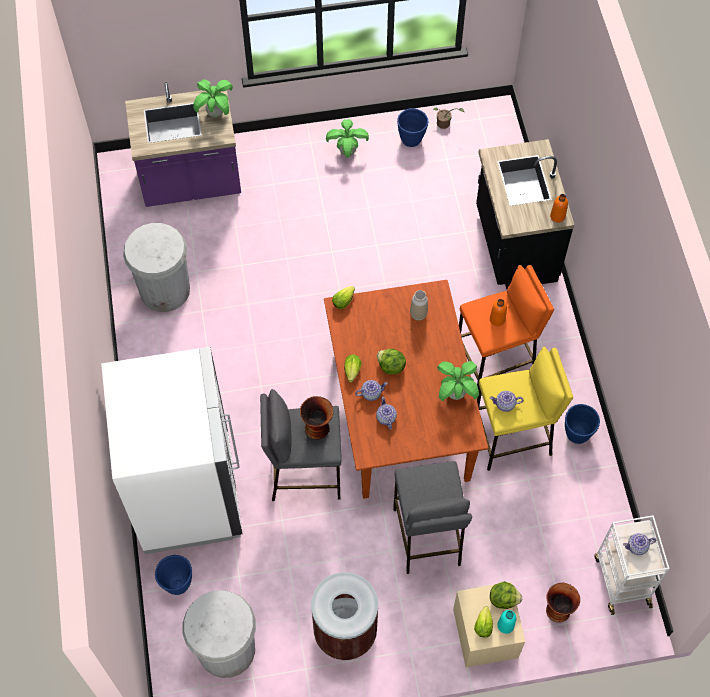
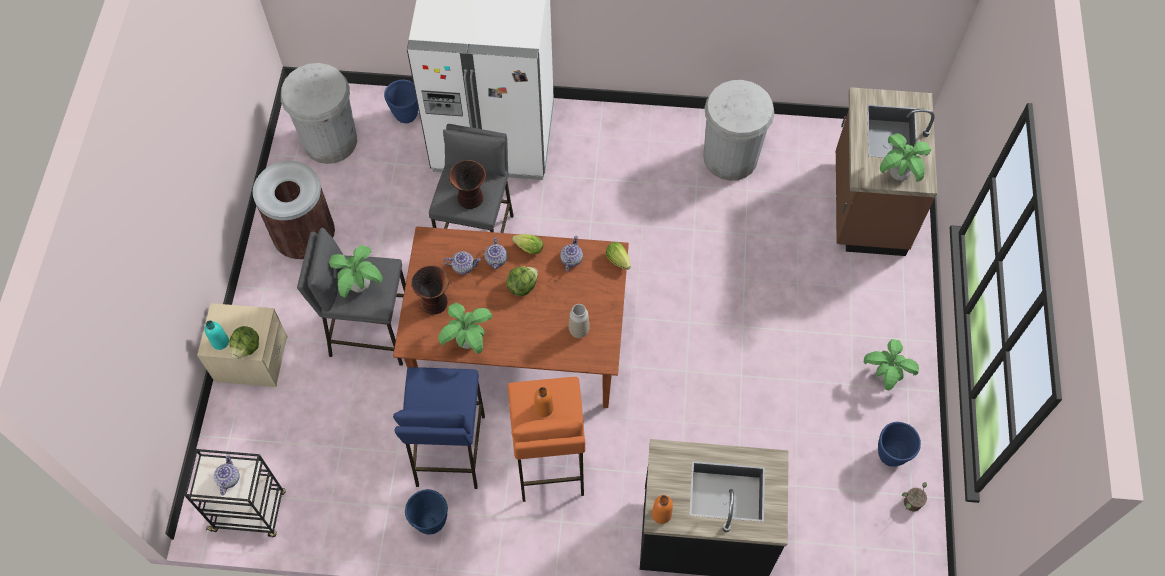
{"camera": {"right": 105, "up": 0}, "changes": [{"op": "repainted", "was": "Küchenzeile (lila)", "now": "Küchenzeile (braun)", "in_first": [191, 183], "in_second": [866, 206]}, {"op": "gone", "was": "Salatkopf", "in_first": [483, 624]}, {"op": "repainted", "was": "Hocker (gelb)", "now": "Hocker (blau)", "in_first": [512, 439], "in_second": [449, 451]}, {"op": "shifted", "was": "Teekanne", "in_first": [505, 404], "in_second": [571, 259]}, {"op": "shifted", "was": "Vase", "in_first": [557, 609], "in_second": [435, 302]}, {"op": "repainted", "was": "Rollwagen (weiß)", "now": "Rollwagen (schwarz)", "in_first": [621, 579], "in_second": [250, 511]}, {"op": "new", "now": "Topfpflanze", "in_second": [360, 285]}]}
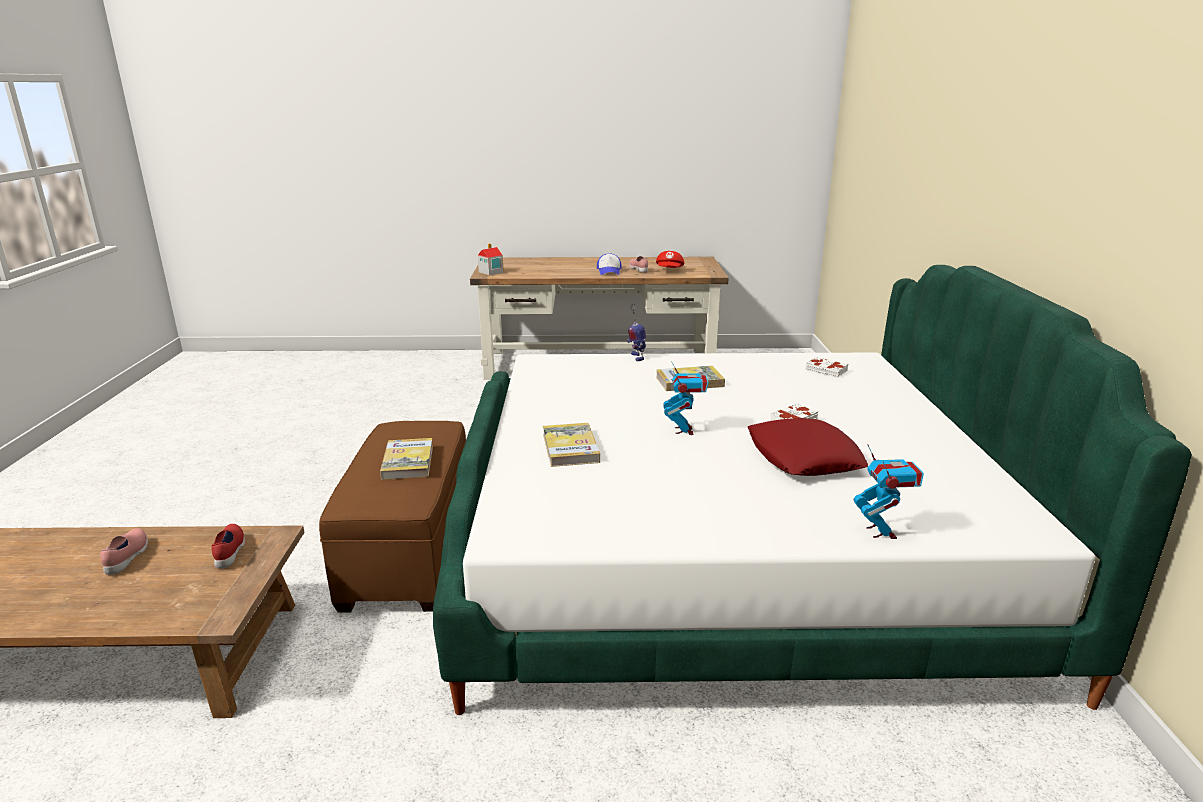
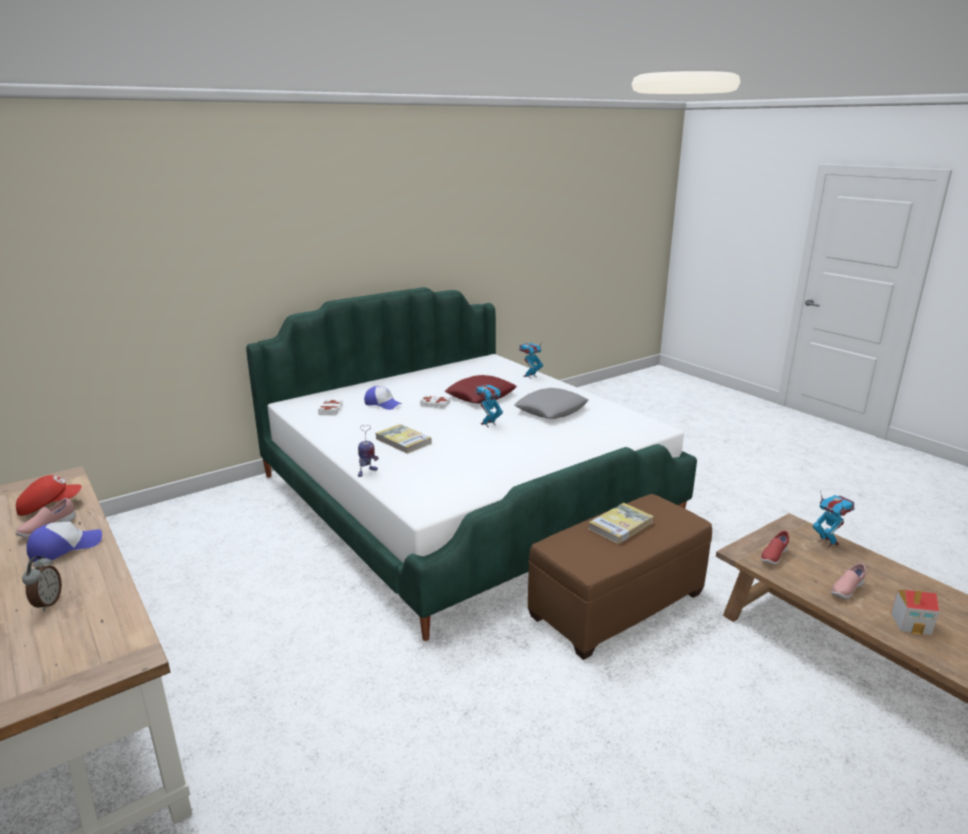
{"camera": {"right": -125, "up": 0}, "changes": [{"op": "shifted", "was": "Spielzeughaus", "in_first": [490, 272], "in_second": [911, 624]}, {"op": "gone", "was": "Buch", "in_first": [570, 448]}, {"op": "new", "now": "Wecker", "in_second": [47, 603]}, {"op": "new", "now": "Kappe", "in_second": [383, 404]}, {"op": "new", "now": "Kissen (grau)", "in_second": [551, 409]}, {"op": "new", "now": "Spielzeugroboter", "in_second": [827, 542]}]}
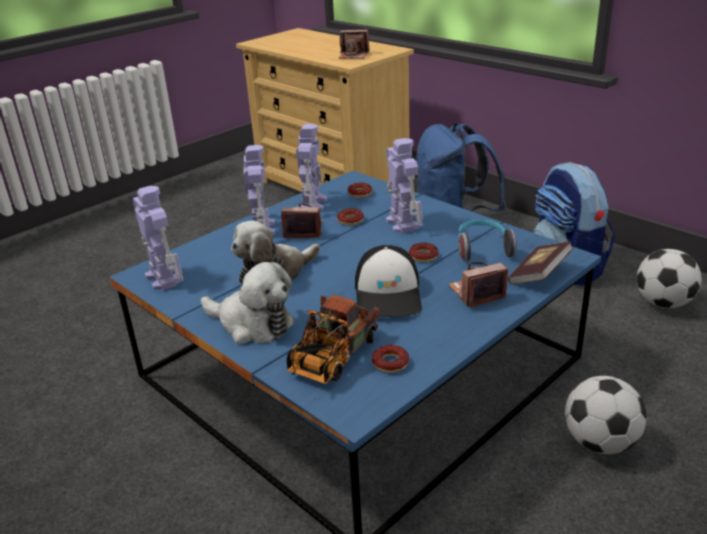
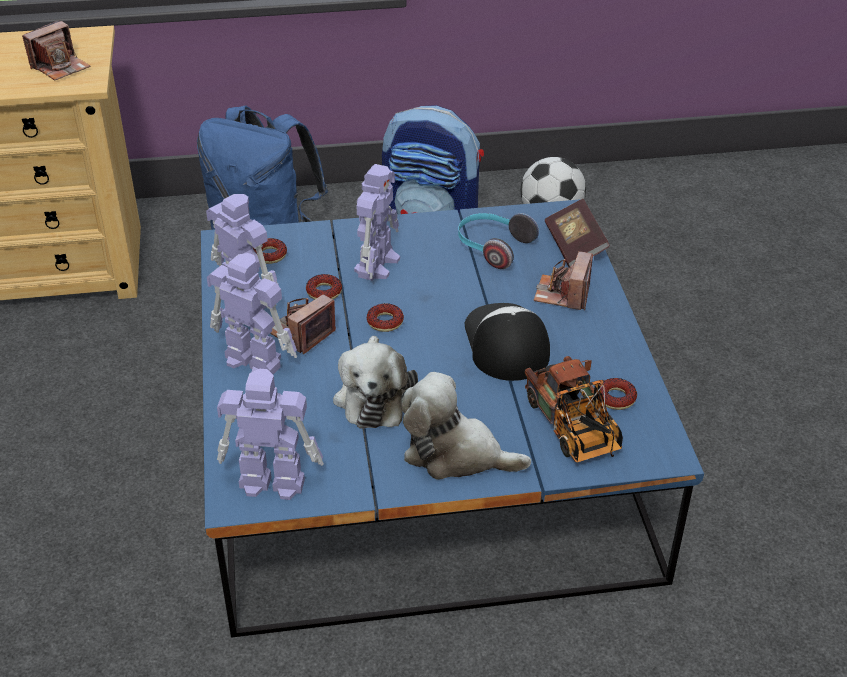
{"camera": {"right": -55, "up": 10}, "changes": [{"op": "rotated", "was": "Plüschtier", "in_first": [252, 324], "in_second": [455, 454], "clockwise": -135}, {"op": "rotated", "was": "Kappe", "in_first": [388, 295], "in_second": [505, 343], "clockwise": -135}, {"op": "rotated", "was": "Spielzeugroboter", "in_first": [402, 223], "in_second": [378, 264], "clockwise": 90}, {"op": "shifted", "was": "Donut", "in_first": [423, 256], "in_second": [385, 322]}, {"op": "gone", "was": "Fußball", "in_first": [600, 442]}]}
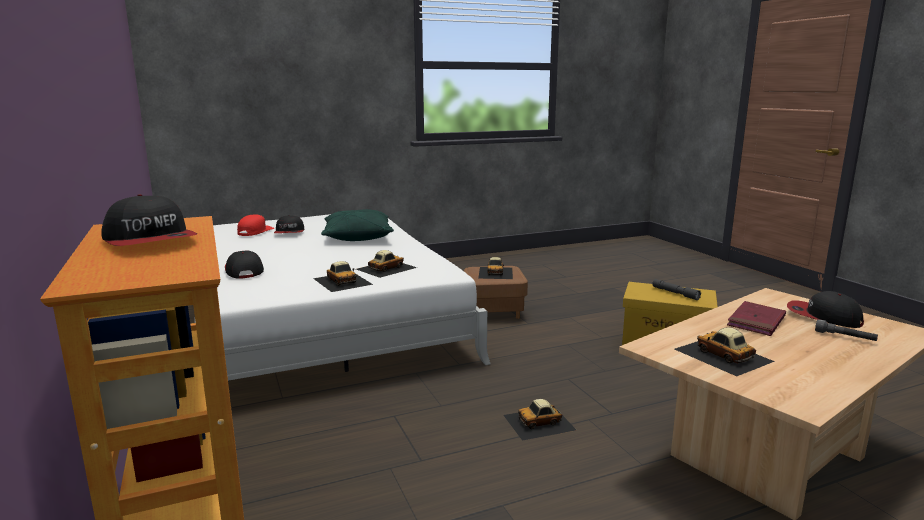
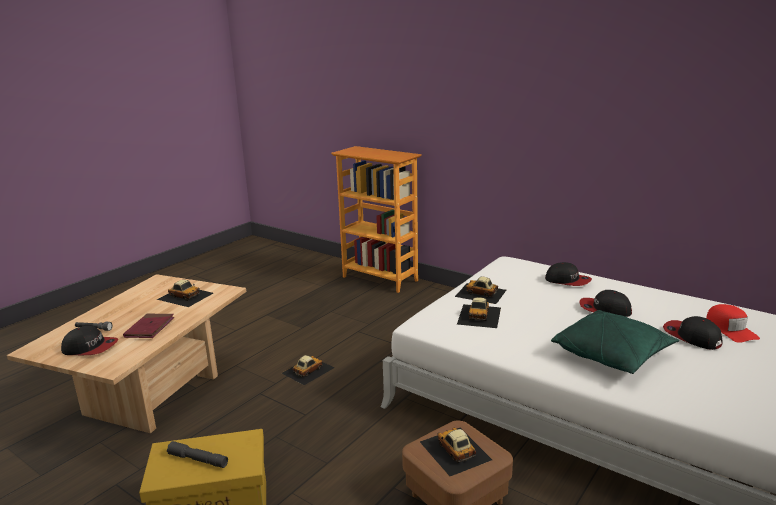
{"camera": {"right": 150, "up": 5}, "changes": [{"op": "shifted", "was": "Kappe", "in_first": [151, 241], "in_second": [604, 309]}]}
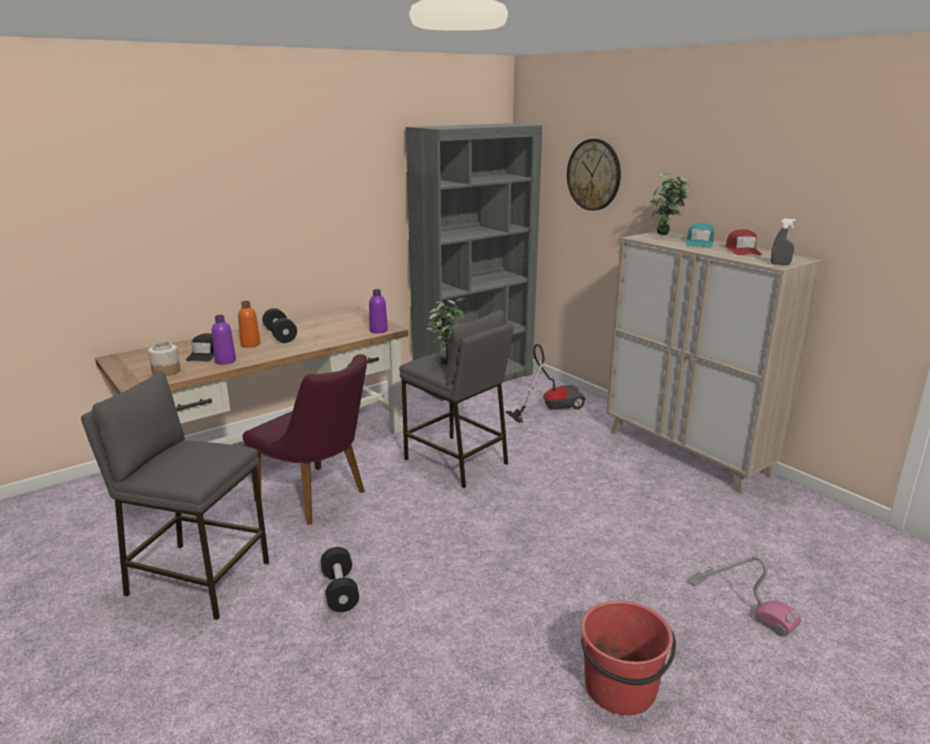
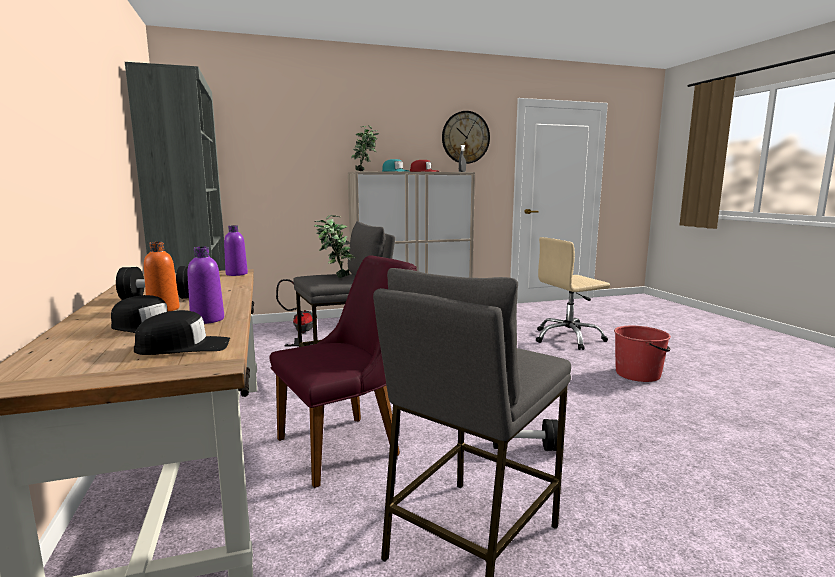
{"camera": {"right": -70, "up": -10}, "changes": [{"op": "swapped", "was": "Vorratsglas", "now": "Kappe (schwarz)", "in_first": [166, 371], "in_second": [184, 347]}, {"op": "shifted", "was": "Wanduhr", "in_first": [594, 175], "in_second": [465, 137]}, {"op": "swapped", "was": "Staubsauger", "now": "Bürostuhl (beige)", "in_first": [740, 604], "in_second": [568, 338]}]}
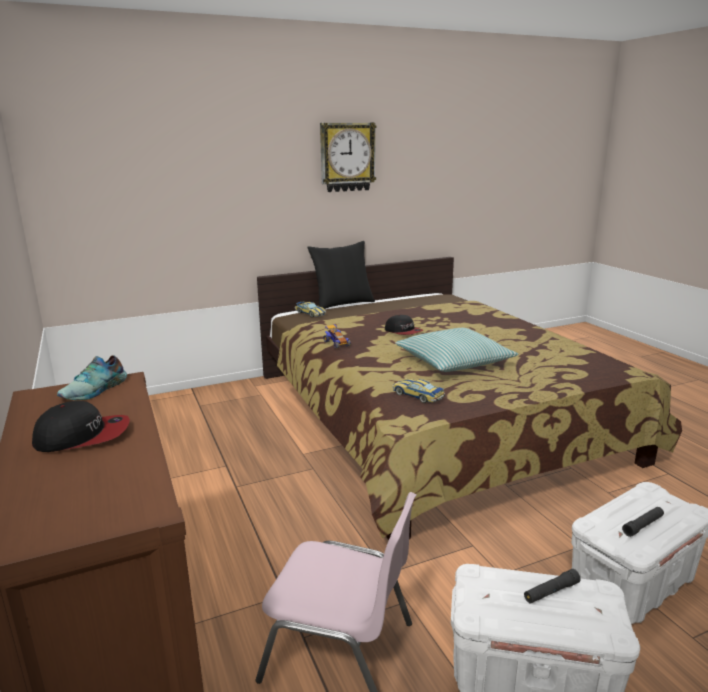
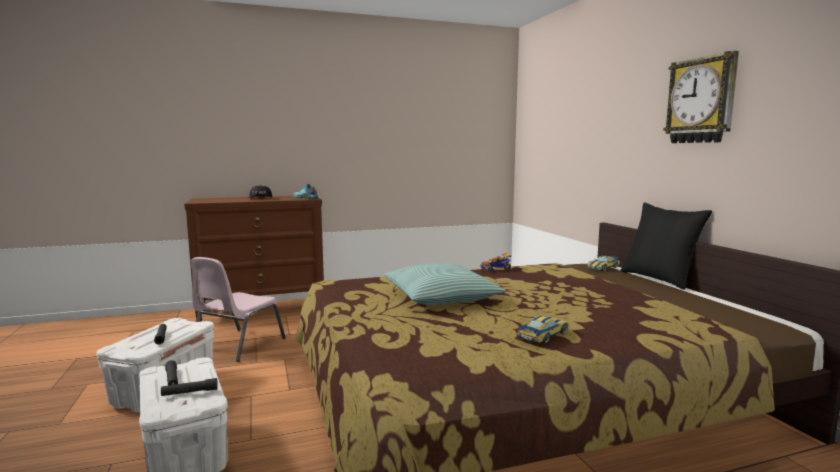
{"camera": {"right": 95, "up": -10}, "changes": [{"op": "gone", "was": "Kappe", "in_first": [403, 331]}, {"op": "shifted", "was": "Spielzeugauto", "in_first": [417, 395], "in_second": [543, 335]}, {"op": "new", "now": "Taschenlampe (schwarz)", "in_second": [189, 392]}]}
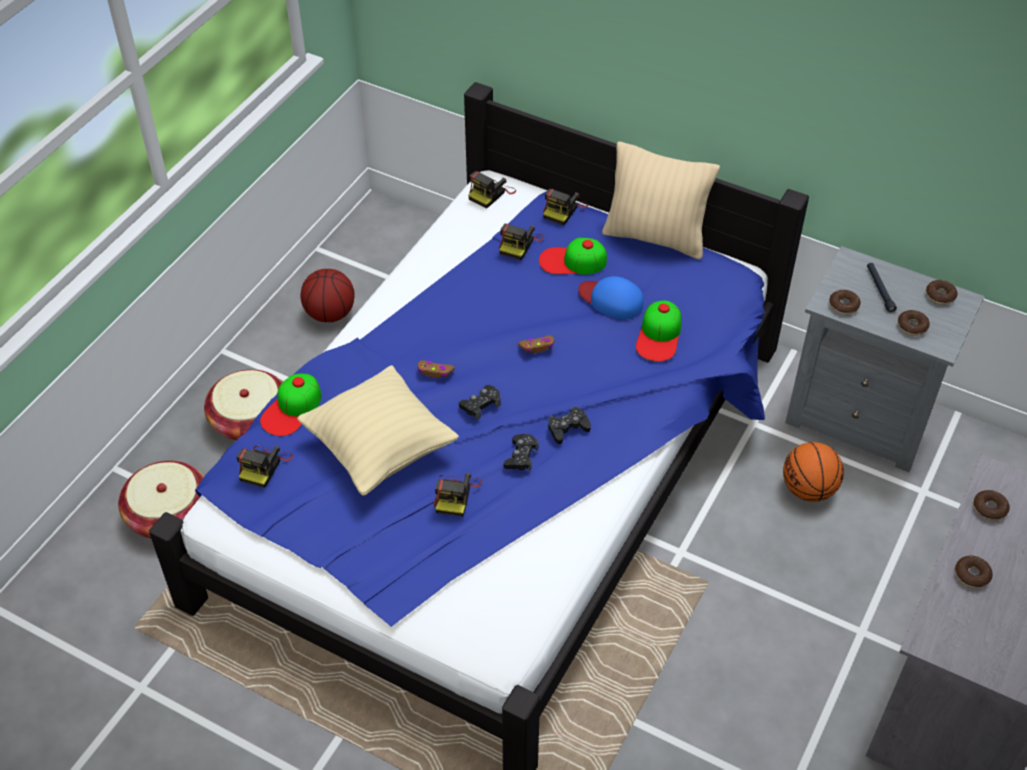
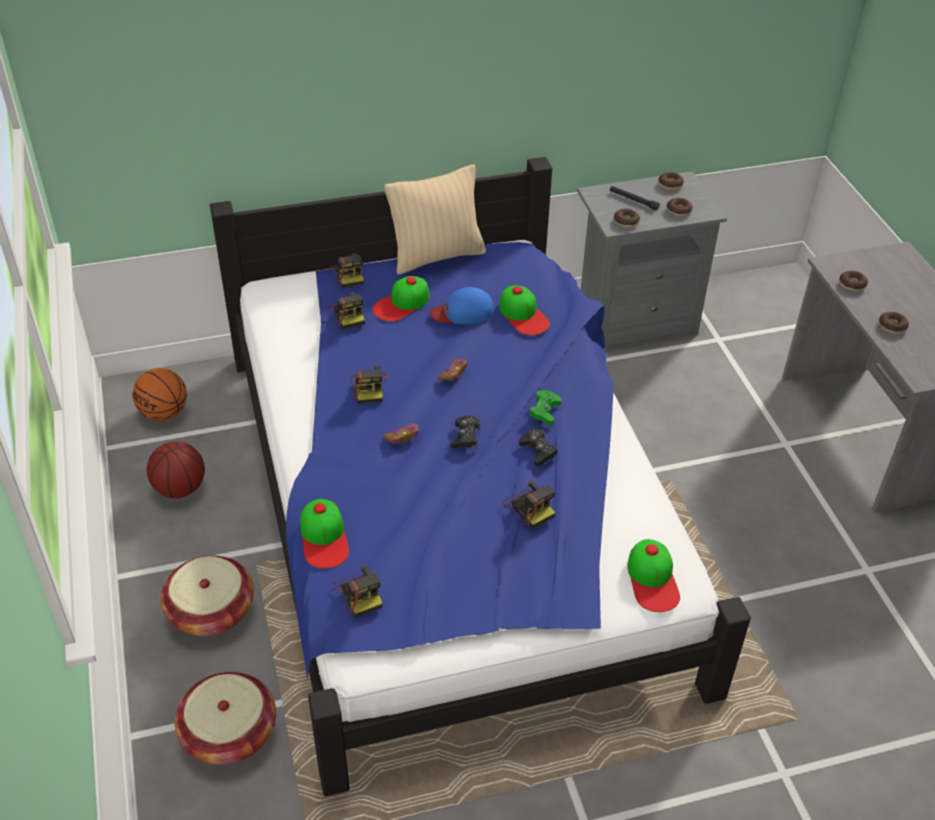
{"camera": {"right": -45, "up": -5}, "changes": [{"op": "gone", "was": "Kissen (beige)", "in_first": [380, 449]}, {"op": "shifted", "was": "Kamera", "in_first": [491, 193], "in_second": [369, 387]}, {"op": "repainted", "was": "Gamepad (schwarz)", "now": "Gamepad (grün)", "in_first": [568, 428], "in_second": [544, 411]}, {"op": "shifted", "was": "Basketball", "in_first": [808, 489], "in_second": [164, 413]}, {"op": "new", "now": "Kappe", "in_second": [653, 579]}]}
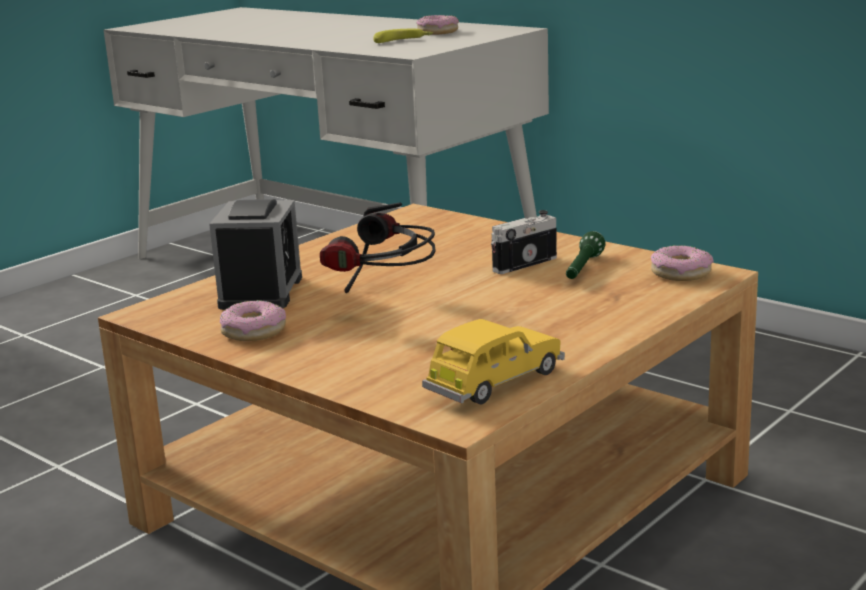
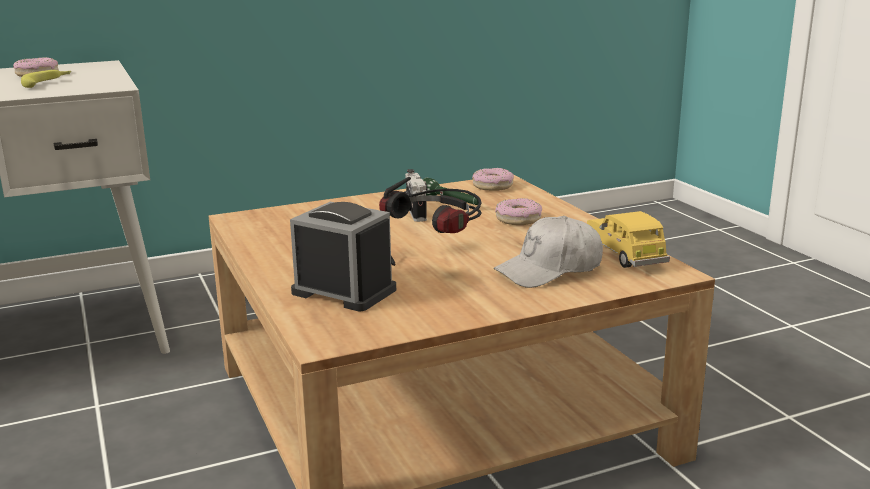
{"camera": {"right": -65, "up": 0}, "changes": [{"op": "shifted", "was": "Donut", "in_first": [254, 331], "in_second": [518, 219]}, {"op": "new", "now": "Kappe (weiß)", "in_second": [550, 270]}]}
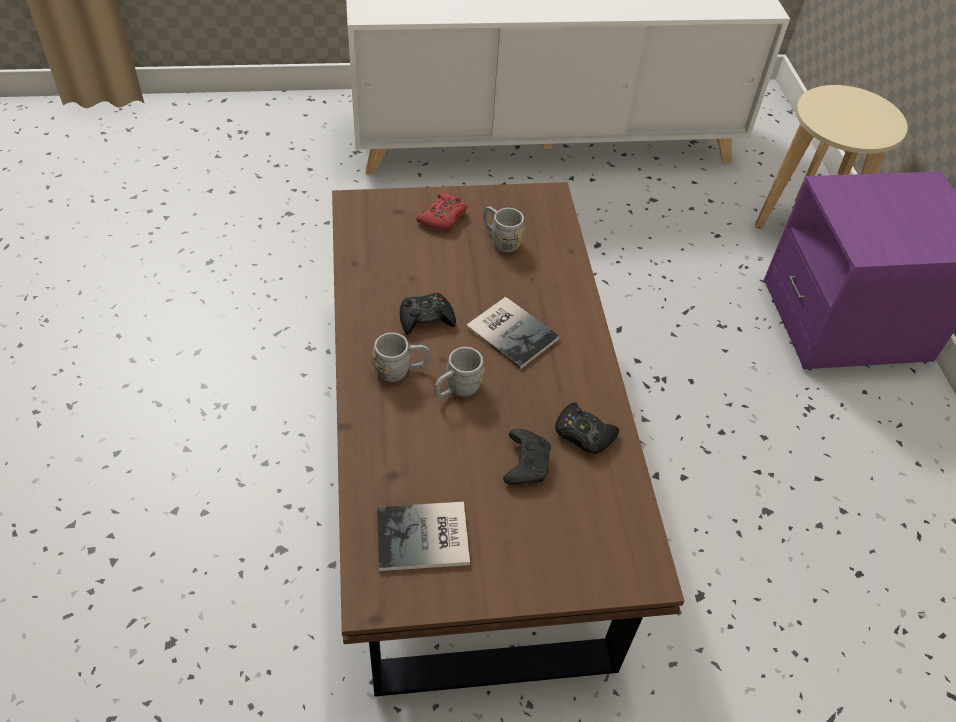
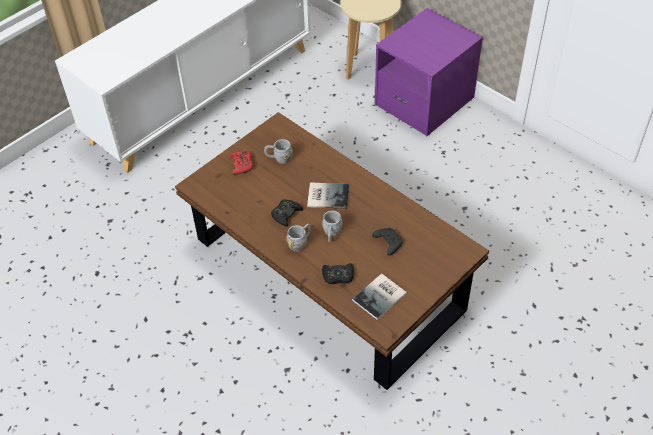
{"camera": {"right": -35, "up": 0}, "changes": [{"op": "shifted", "was": "Gamepad (schwarz)", "in_first": [583, 434], "in_second": [338, 276]}]}
